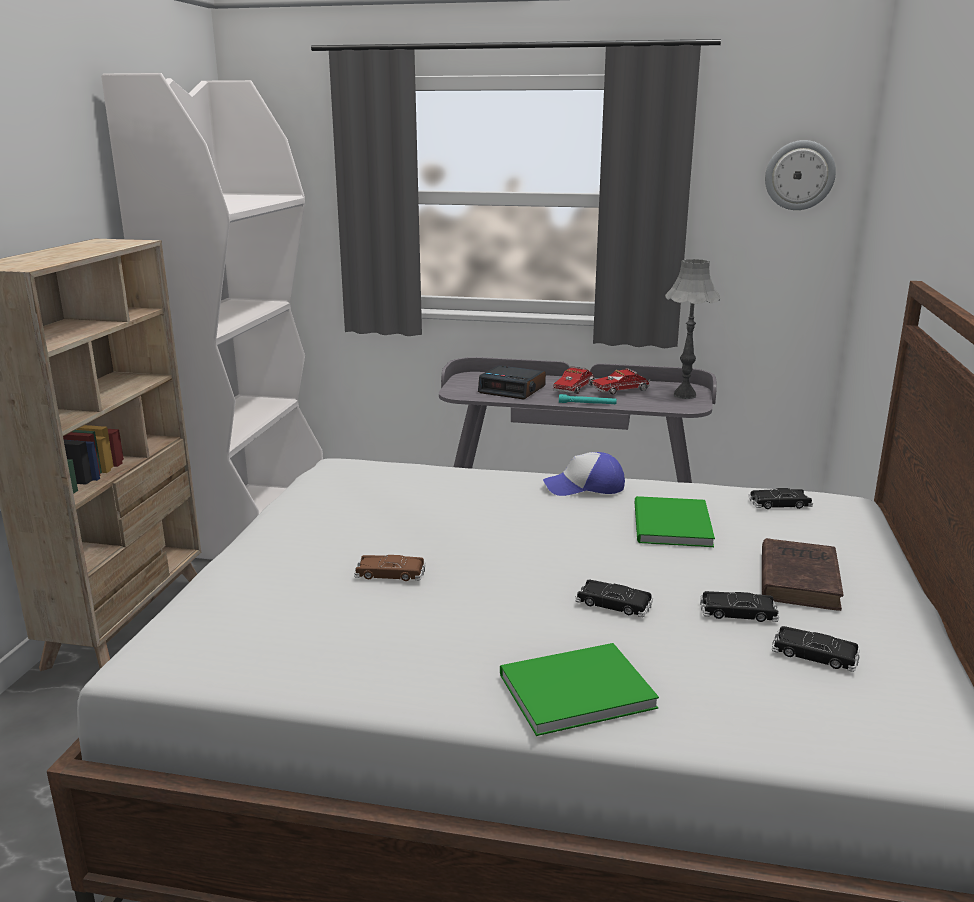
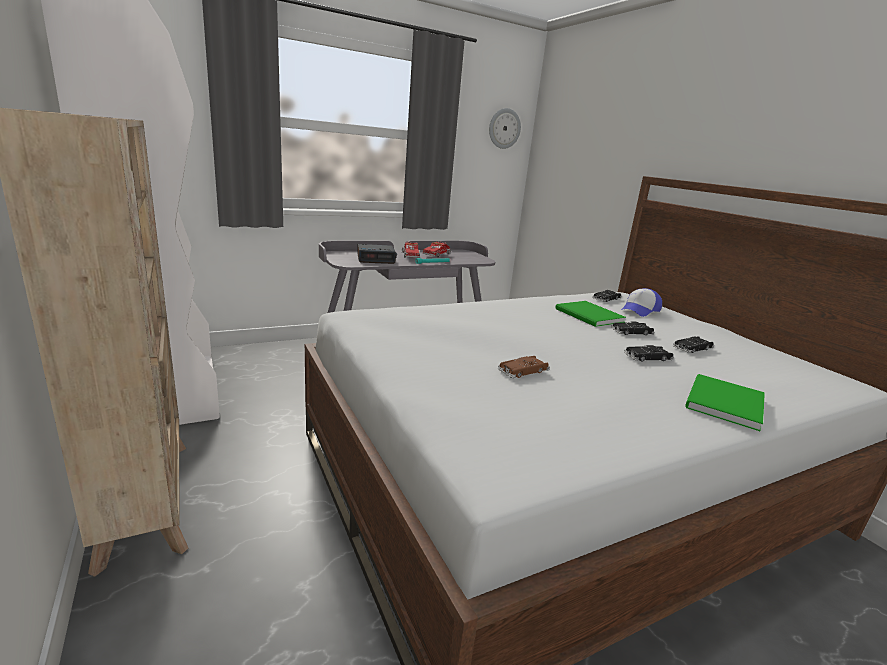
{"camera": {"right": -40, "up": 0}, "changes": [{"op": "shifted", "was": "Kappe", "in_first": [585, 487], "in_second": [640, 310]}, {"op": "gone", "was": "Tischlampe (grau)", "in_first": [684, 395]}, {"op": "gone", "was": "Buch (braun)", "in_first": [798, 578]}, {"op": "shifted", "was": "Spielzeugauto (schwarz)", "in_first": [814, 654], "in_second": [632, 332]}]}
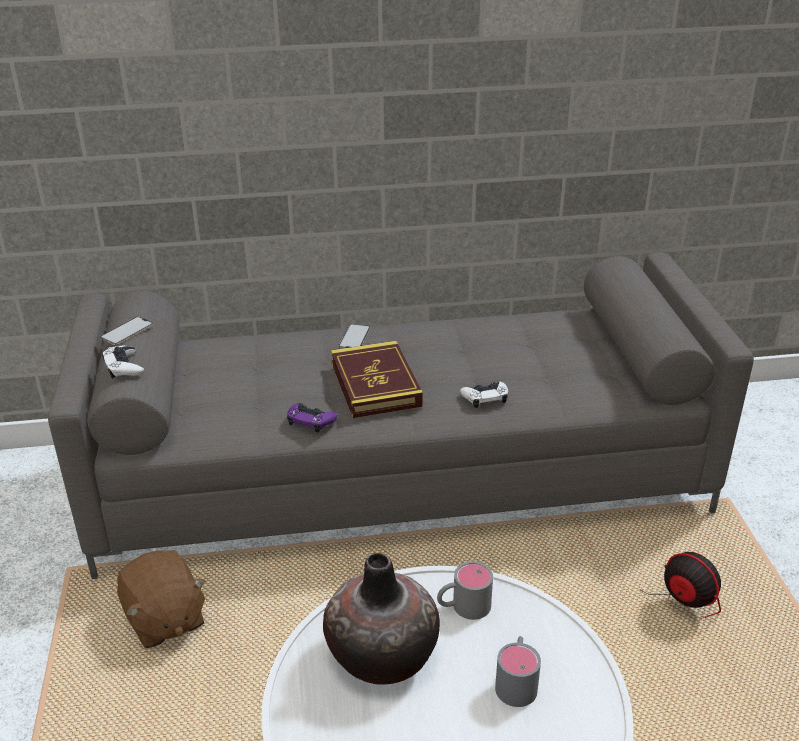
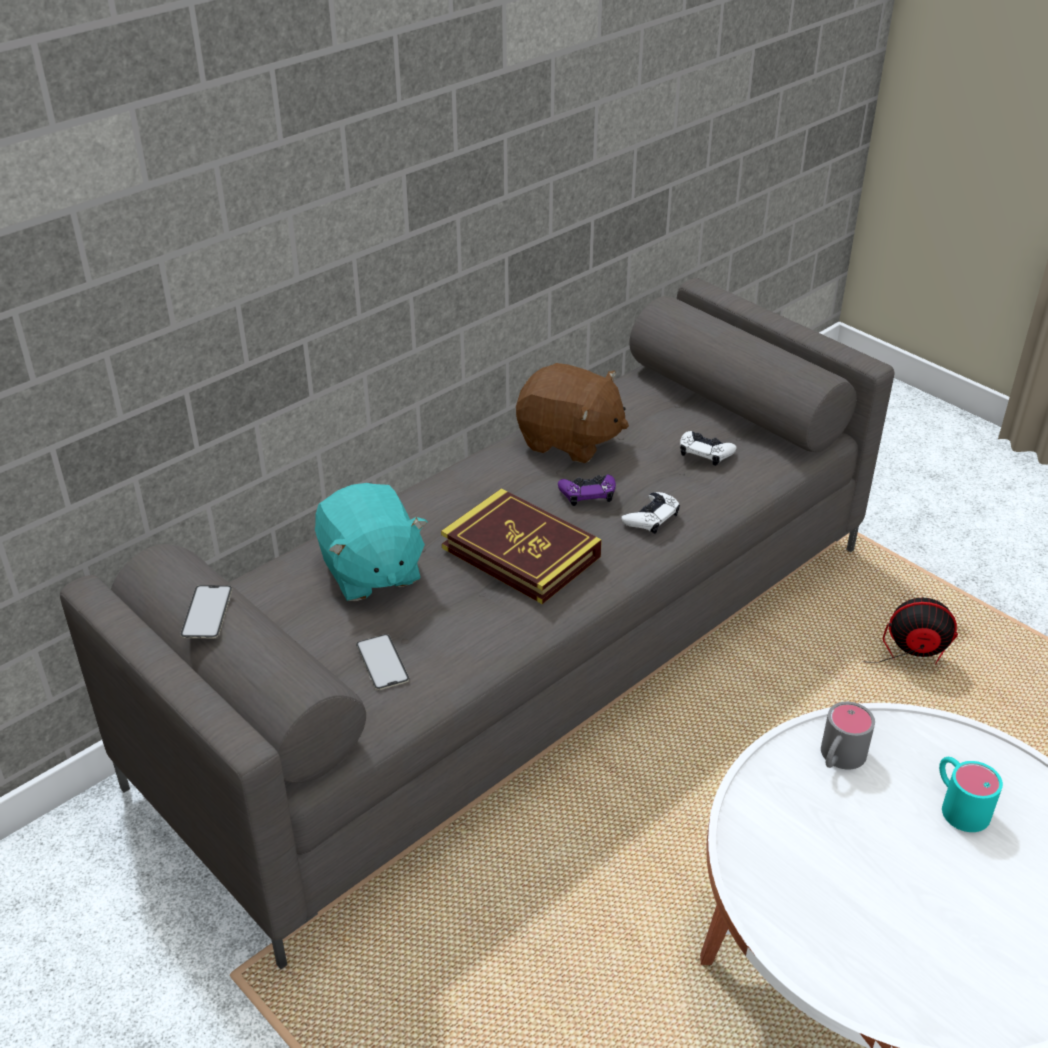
{"camera": {"right": -35, "up": 5}, "changes": [{"op": "shifted", "was": "Gamepad (weiß)", "in_first": [123, 366], "in_second": [705, 452]}, {"op": "shifted", "was": "Plüschtier (braun)", "in_first": [164, 620], "in_second": [569, 441]}, {"op": "shifted", "was": "Gamepad (lila)", "in_first": [310, 421], "in_second": [588, 493]}, {"op": "gone", "was": "Vase", "in_first": [382, 655]}, {"op": "shifted", "was": "Handy", "in_first": [354, 337], "in_second": [382, 662]}, {"op": "repainted", "was": "Henkelbecher (grau)", "now": "Henkelbecher (türkis)", "in_first": [517, 681], "in_second": [958, 804]}, {"op": "new", "now": "Plüschtier (türkis)", "in_second": [370, 572]}]}
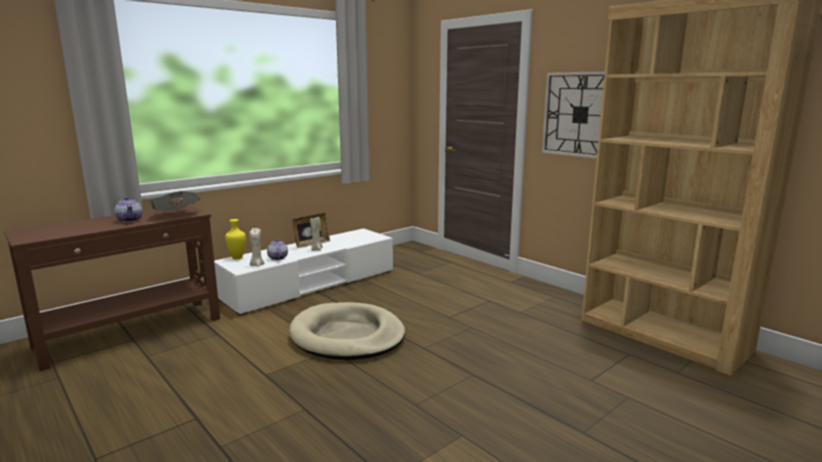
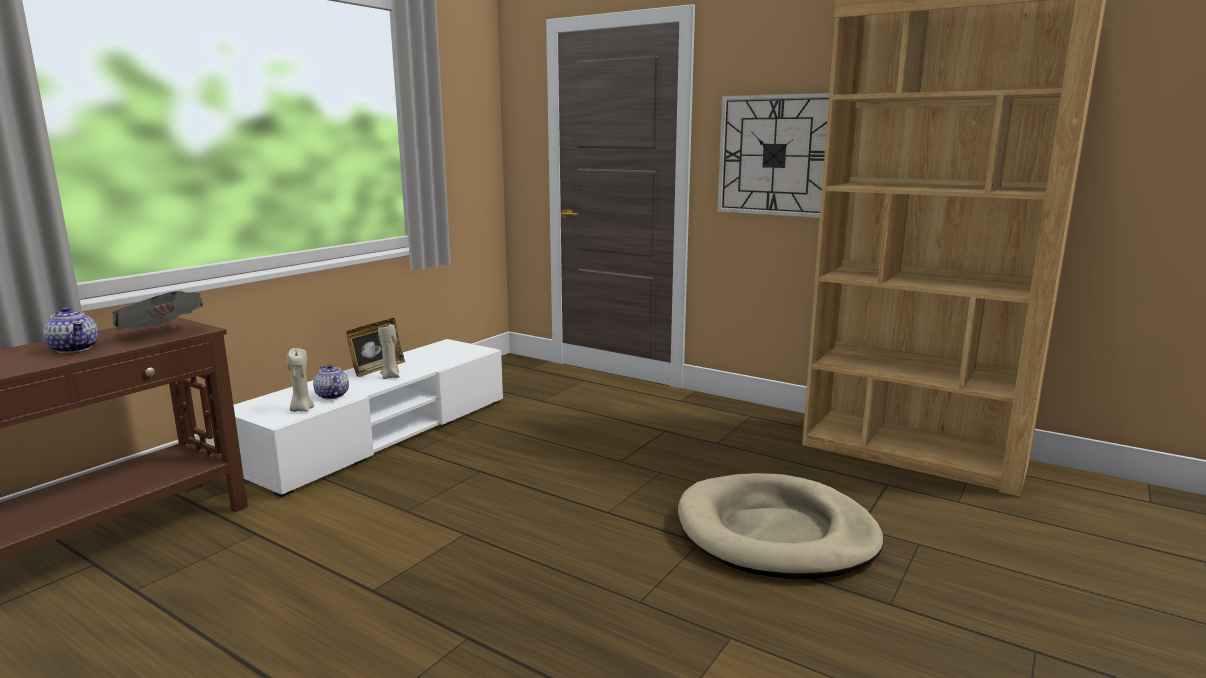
{"camera": {"right": -15, "up": 0}, "changes": [{"op": "gone", "was": "Vase (gelb)", "in_first": [237, 258]}, {"op": "shifted", "was": "Hundebett (beige)", "in_first": [347, 336], "in_second": [776, 533]}]}
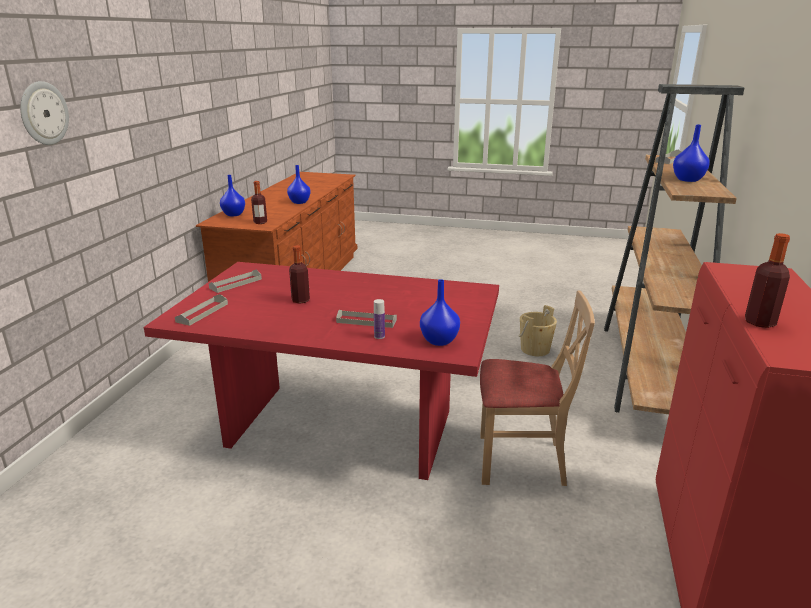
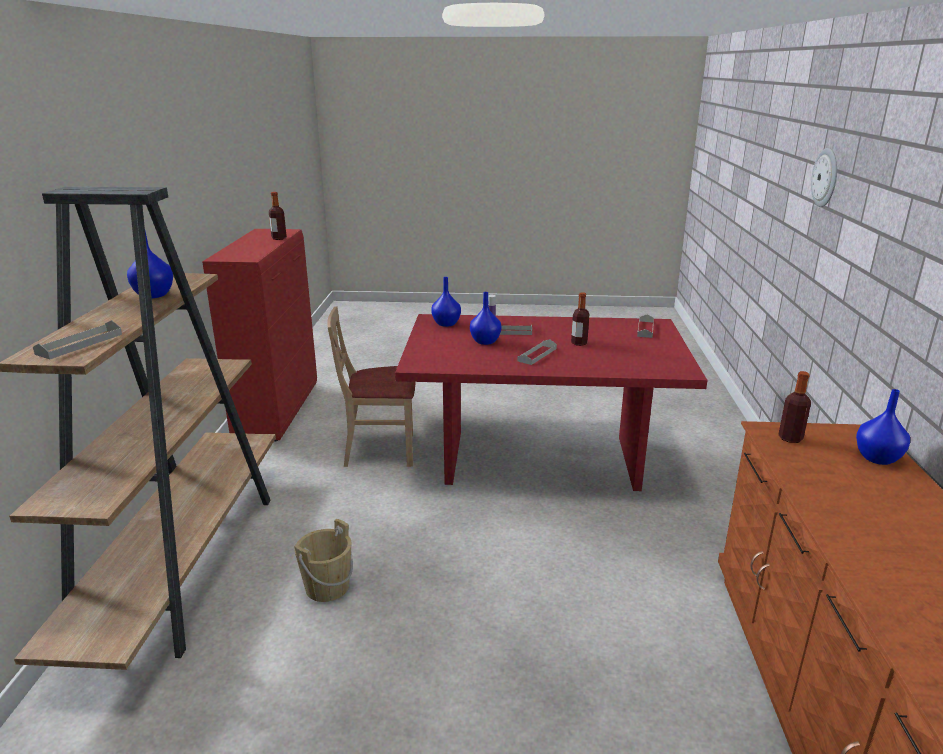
{"camera": {"right": 170, "up": 0}, "changes": [{"op": "shifted", "was": "Tablett (grau)", "in_first": [235, 283], "in_second": [537, 355]}, {"op": "shifted", "was": "Vase (blau)", "in_first": [300, 202], "in_second": [484, 341]}]}
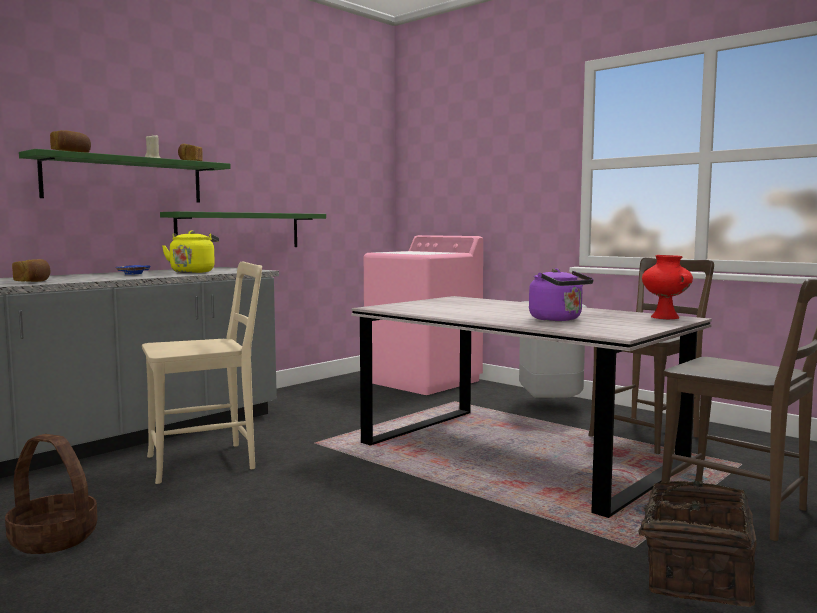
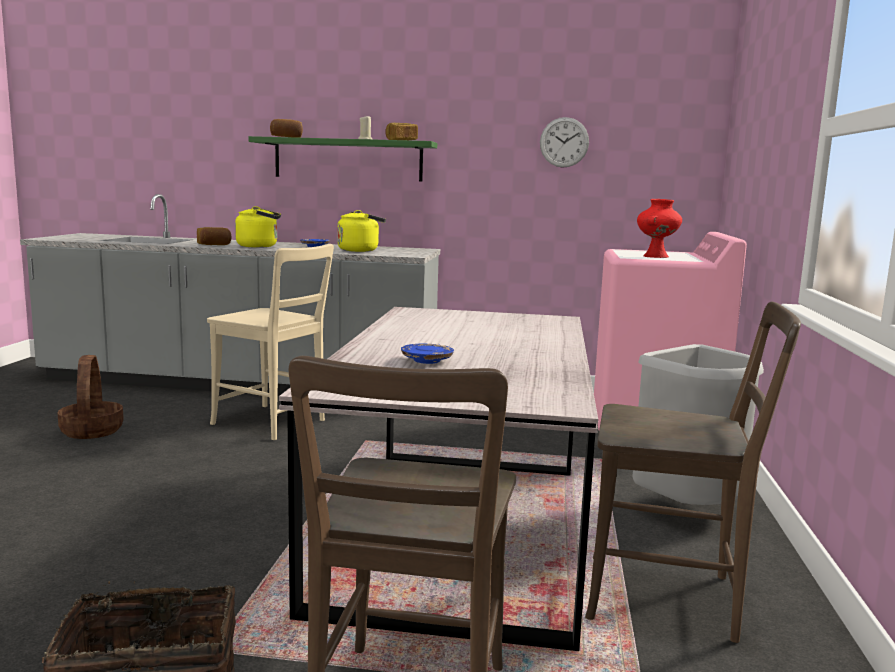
{"camera": {"right": 55, "up": 5}, "changes": [{"op": "gone", "was": "Wandregal (grün)", "in_first": [239, 231]}, {"op": "swapped", "was": "Wasserkessel (lila)", "now": "Teller (blau)", "in_first": [558, 319], "in_second": [426, 361]}, {"op": "shifted", "was": "Vase (rot)", "in_first": [666, 317], "in_second": [656, 257]}, {"op": "new", "now": "Wasserkessel (gelb)", "in_second": [260, 246]}, {"op": "new", "now": "Wanduhr", "in_second": [564, 142]}]}
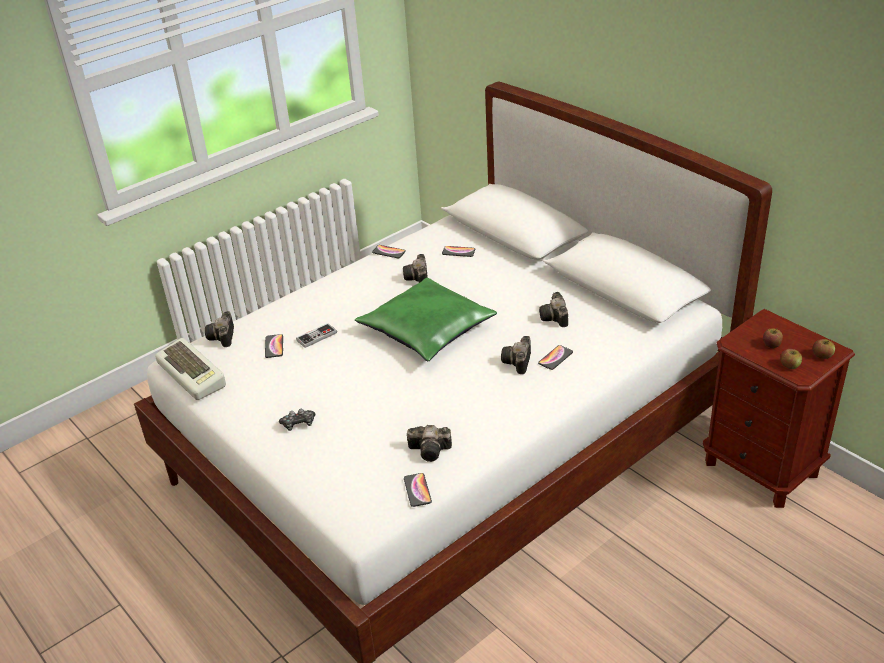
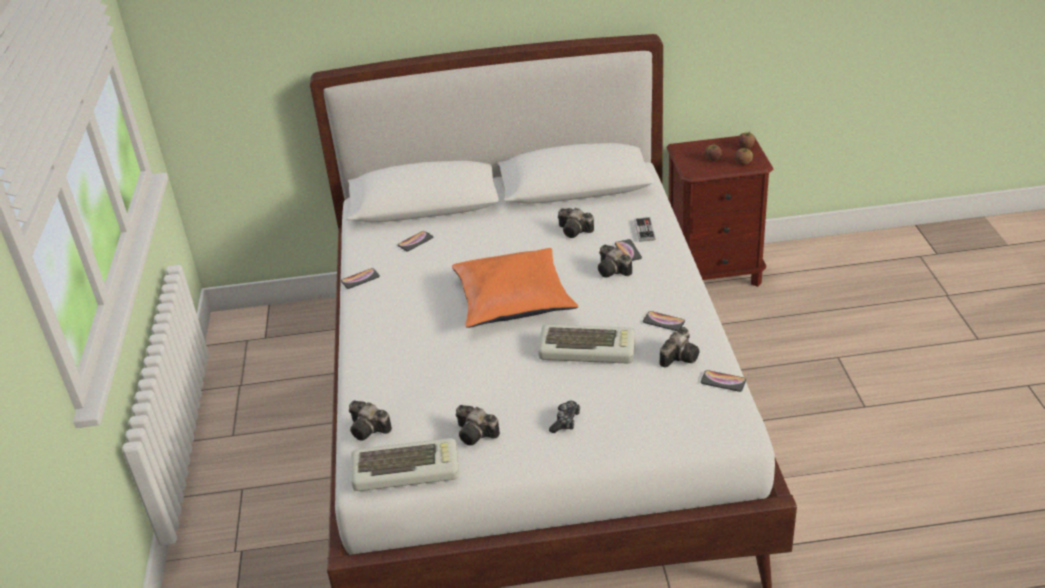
{"camera": {"right": -55, "up": 0}, "changes": [{"op": "shifted", "was": "Handy", "in_first": [274, 346], "in_second": [663, 322]}, {"op": "shifted", "was": "Gamepad", "in_first": [316, 336], "in_second": [644, 230]}, {"op": "repainted", "was": "Kissen (grün)", "now": "Kissen (orange)", "in_first": [428, 330], "in_second": [514, 299]}, {"op": "shifted", "was": "Kamera", "in_first": [418, 278], "in_second": [477, 434]}, {"op": "new", "now": "Tastatur", "in_second": [588, 349]}]}
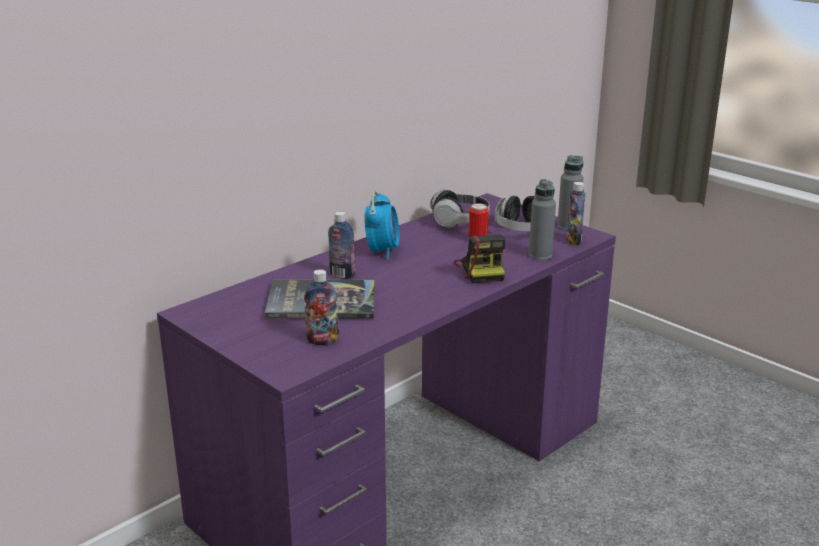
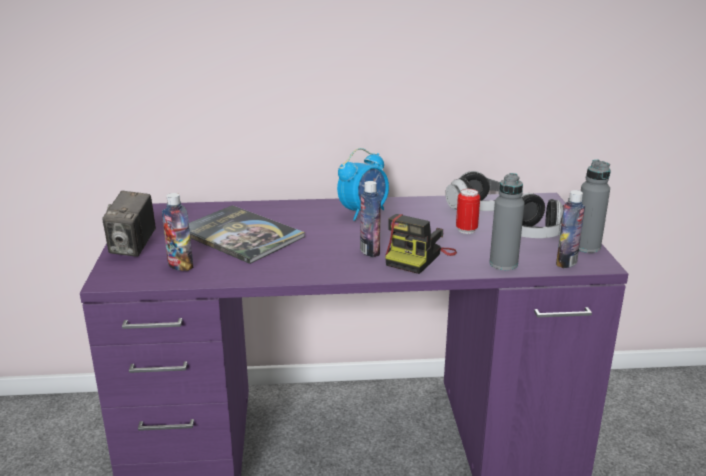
{"camera": {"right": 40, "up": 0}, "changes": [{"op": "shifted", "was": "Flasche", "in_first": [342, 275], "in_second": [369, 251]}, {"op": "new", "now": "Kamera", "in_second": [133, 247]}]}
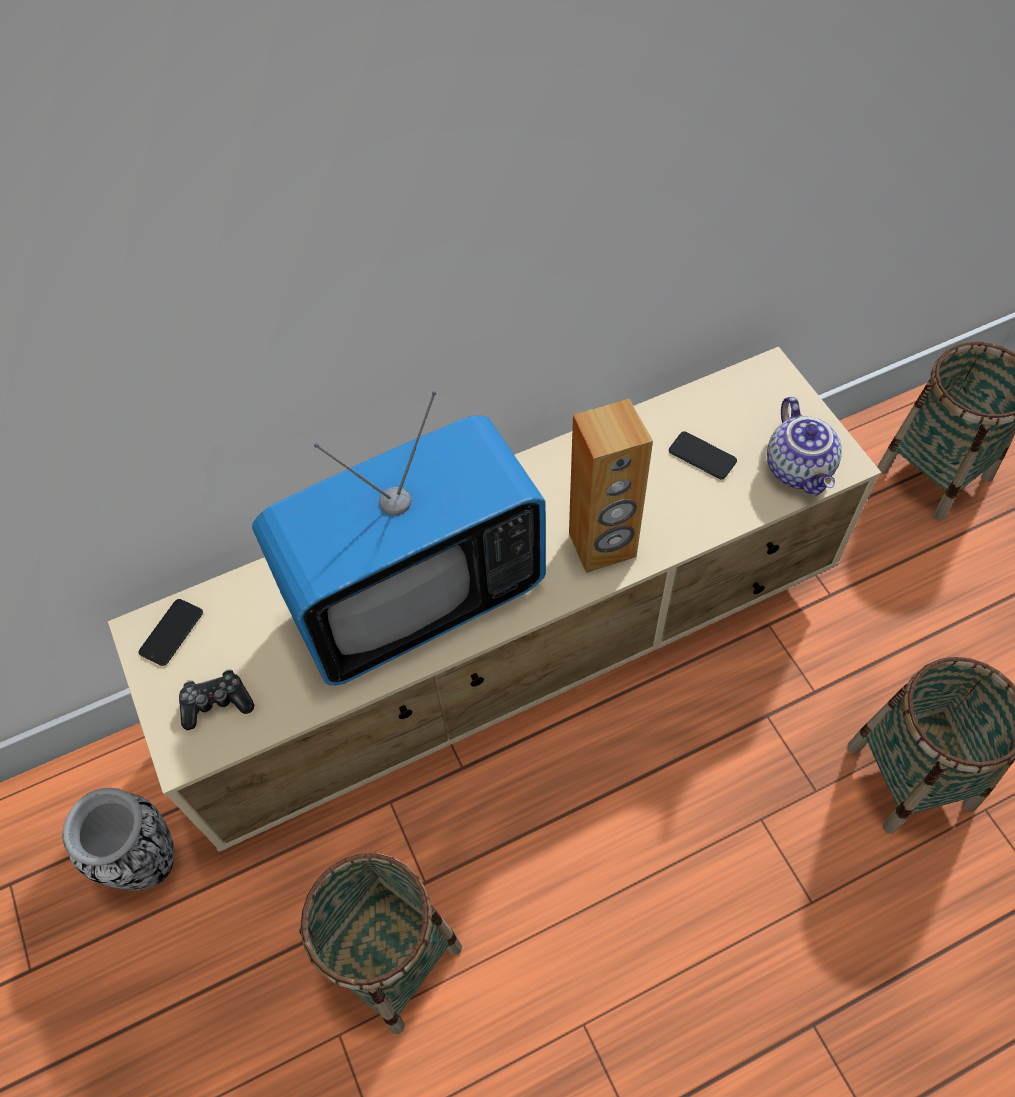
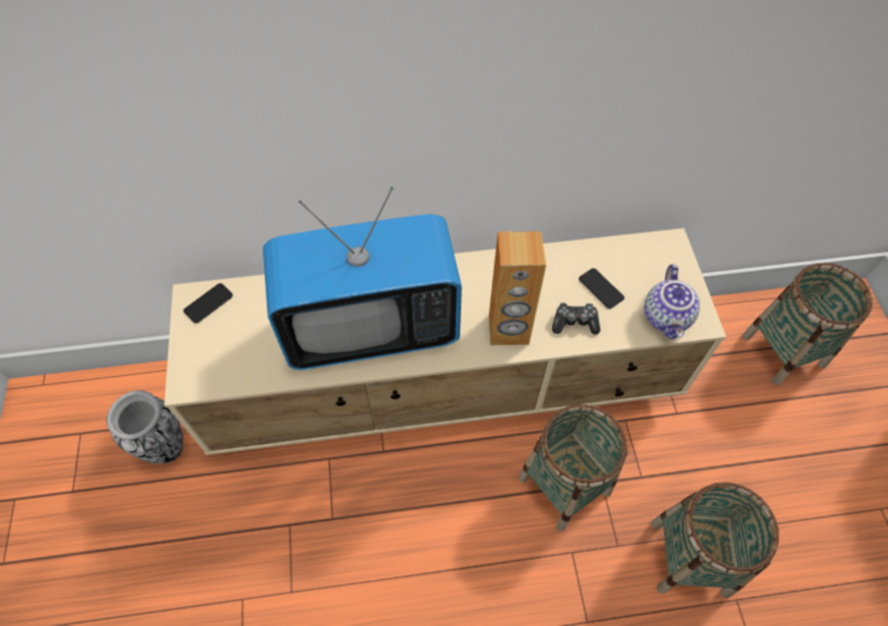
{"camera": {"right": 15, "up": 0}, "changes": [{"op": "shifted", "was": "Gamepad", "in_first": [217, 703], "in_second": [574, 322]}, {"op": "shifted", "was": "Korb", "in_first": [390, 957], "in_second": [564, 485]}]}
